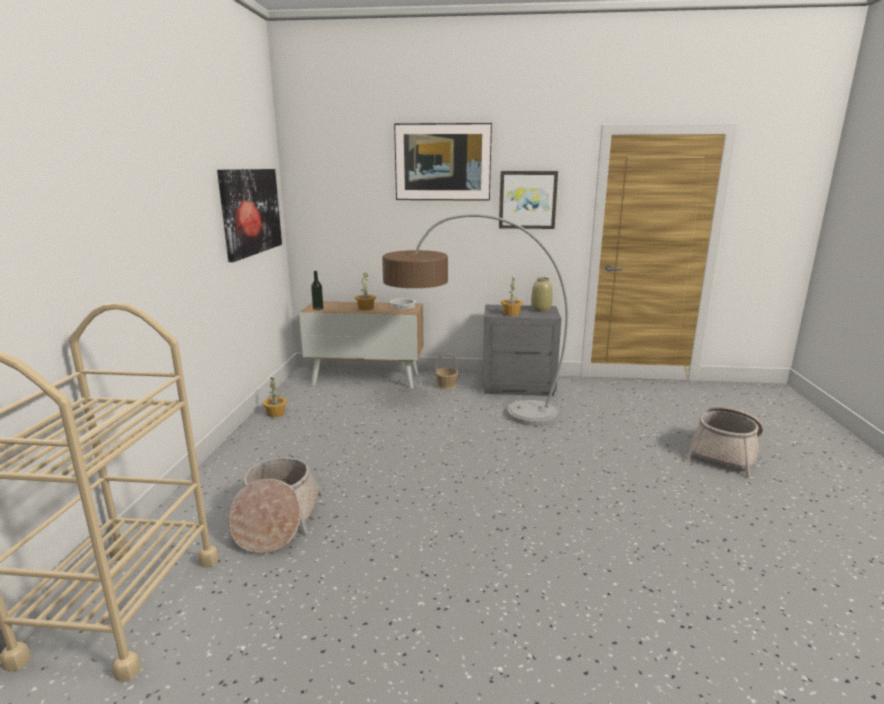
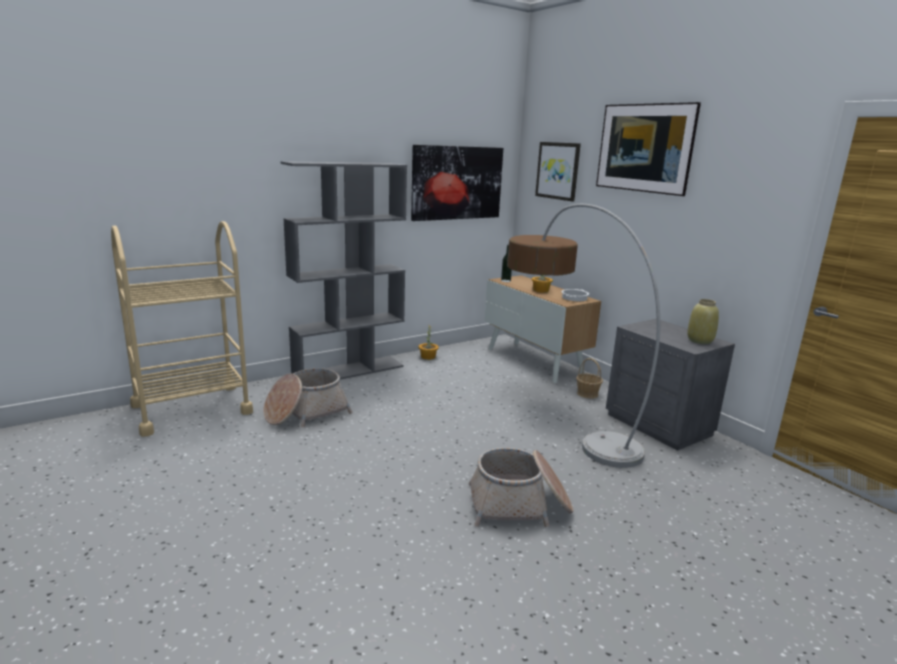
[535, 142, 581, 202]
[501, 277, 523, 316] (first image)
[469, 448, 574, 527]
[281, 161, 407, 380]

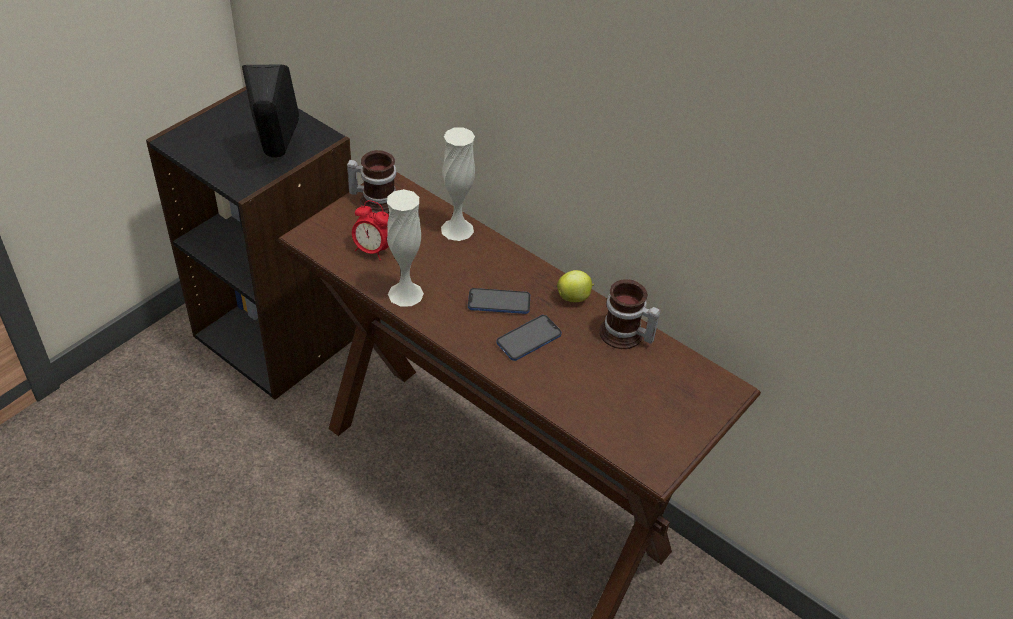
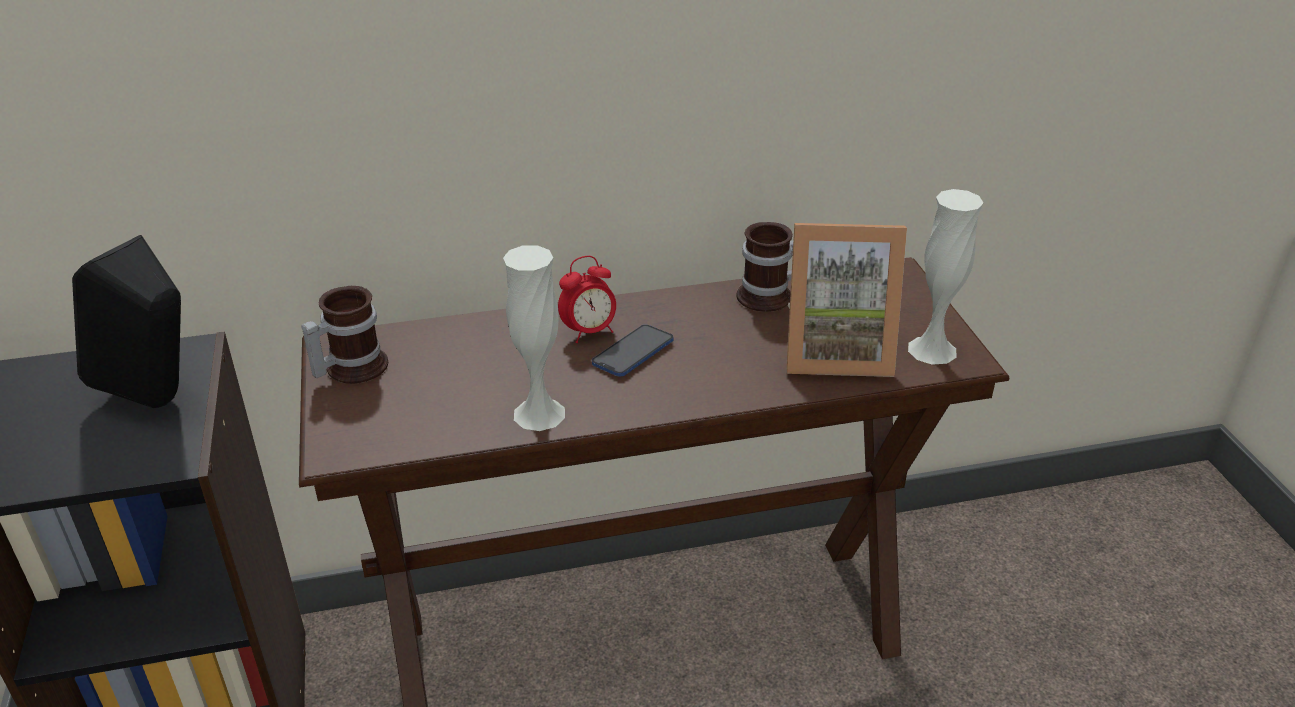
[558, 256, 616, 343]
[908, 189, 983, 365]
[496, 315, 562, 361] (first image)
[557, 270, 594, 302] (first image)
[786, 223, 907, 377]

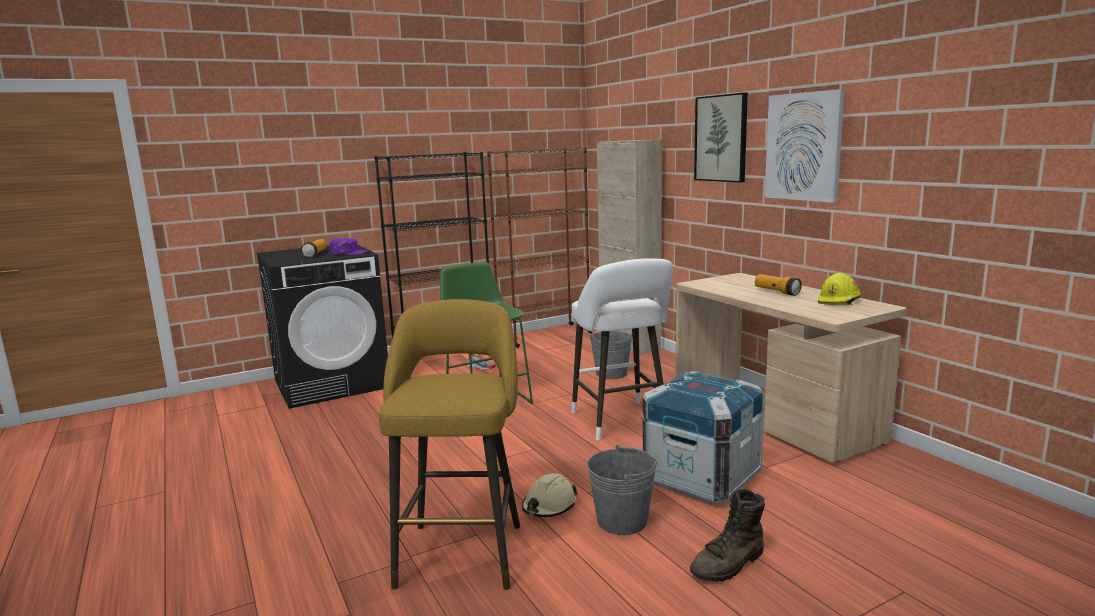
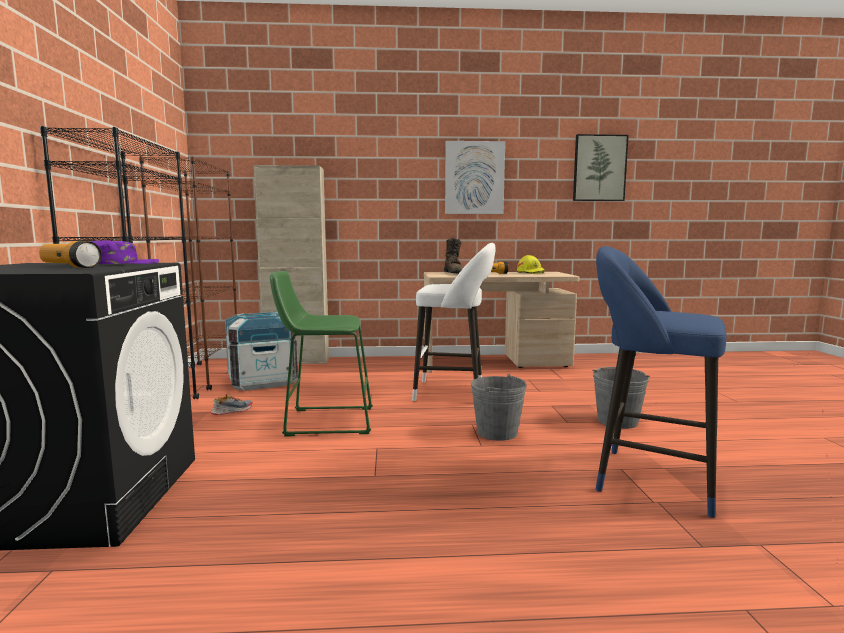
[595, 246, 726, 518]
[522, 473, 578, 517] (first image)
[471, 374, 527, 441]
[225, 312, 298, 391]
[444, 238, 464, 273]
[573, 134, 629, 201]

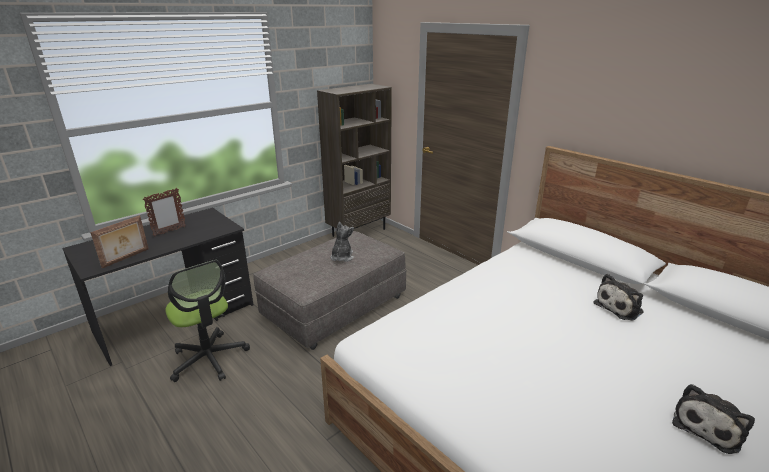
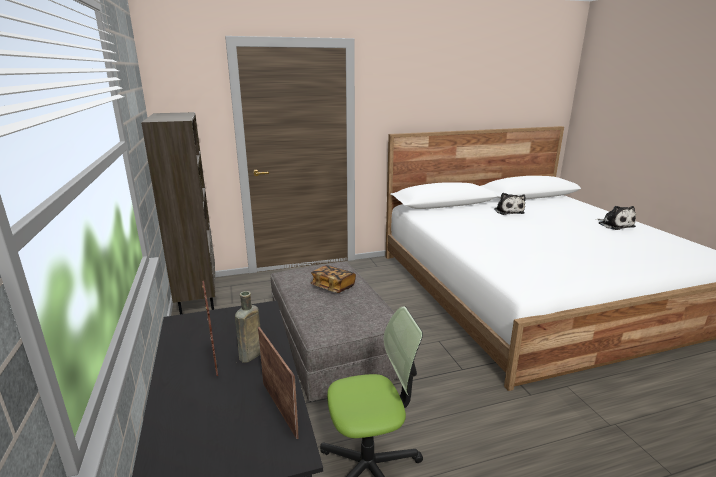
[311, 265, 356, 293]
[235, 291, 260, 362]

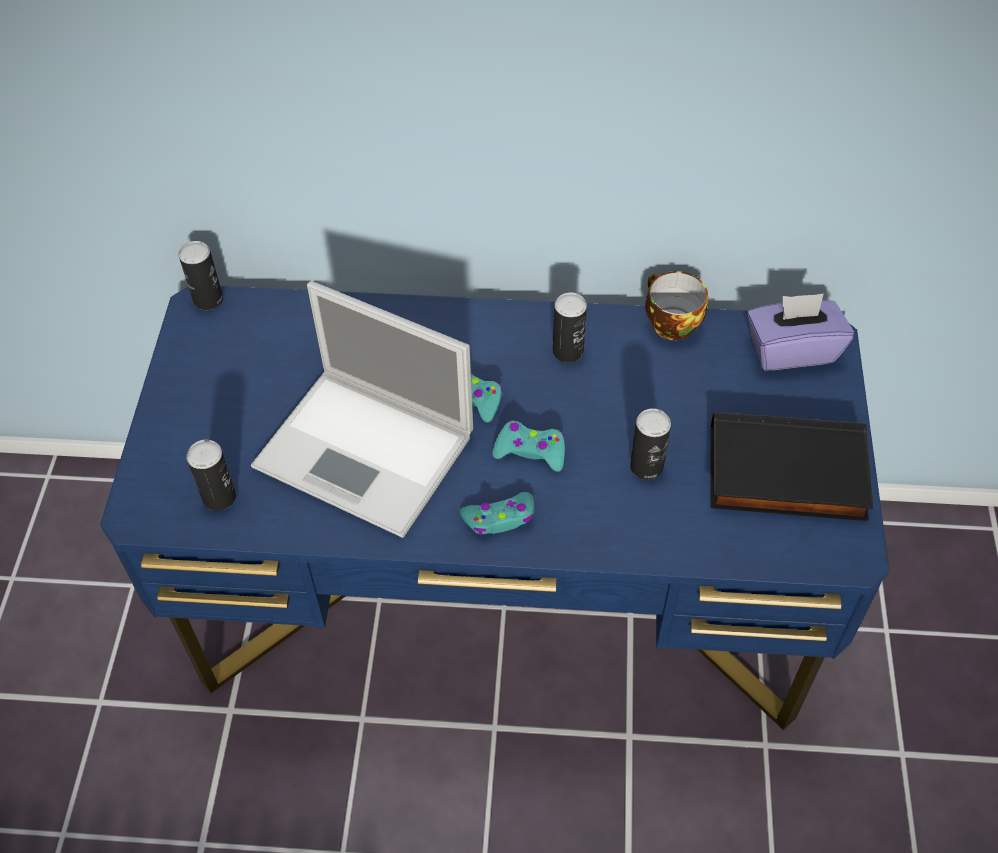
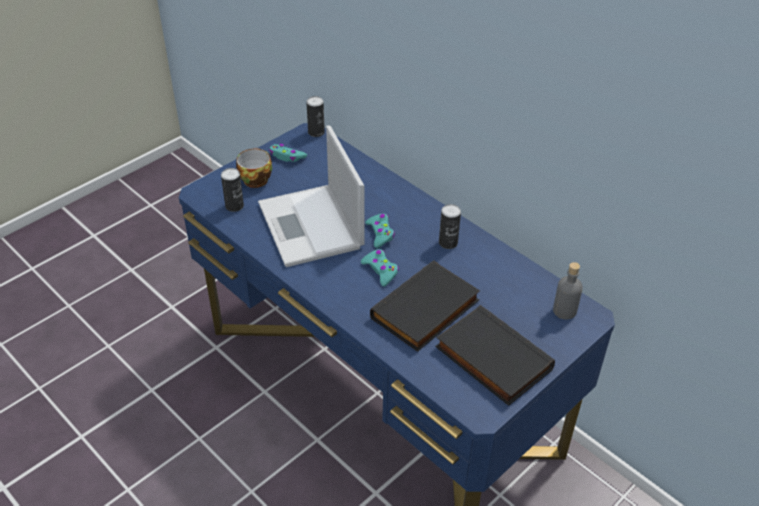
[269, 144, 307, 162]
[370, 260, 480, 352]
[236, 148, 272, 188]
[553, 262, 583, 319]

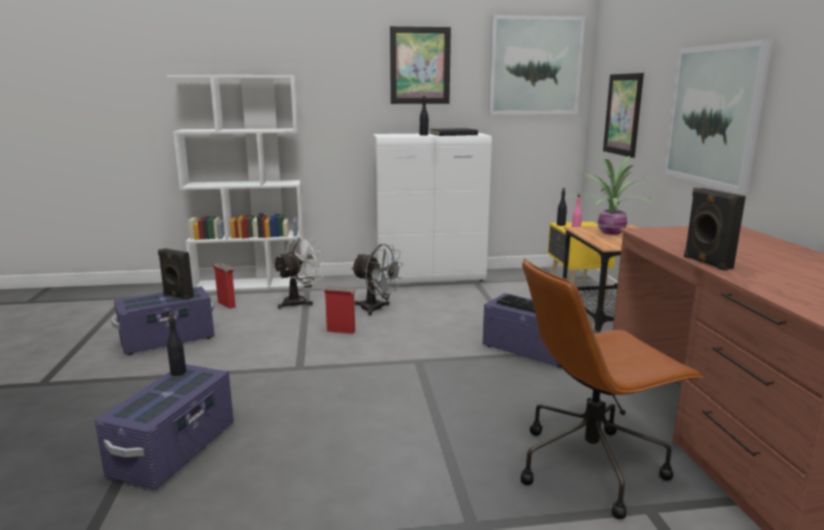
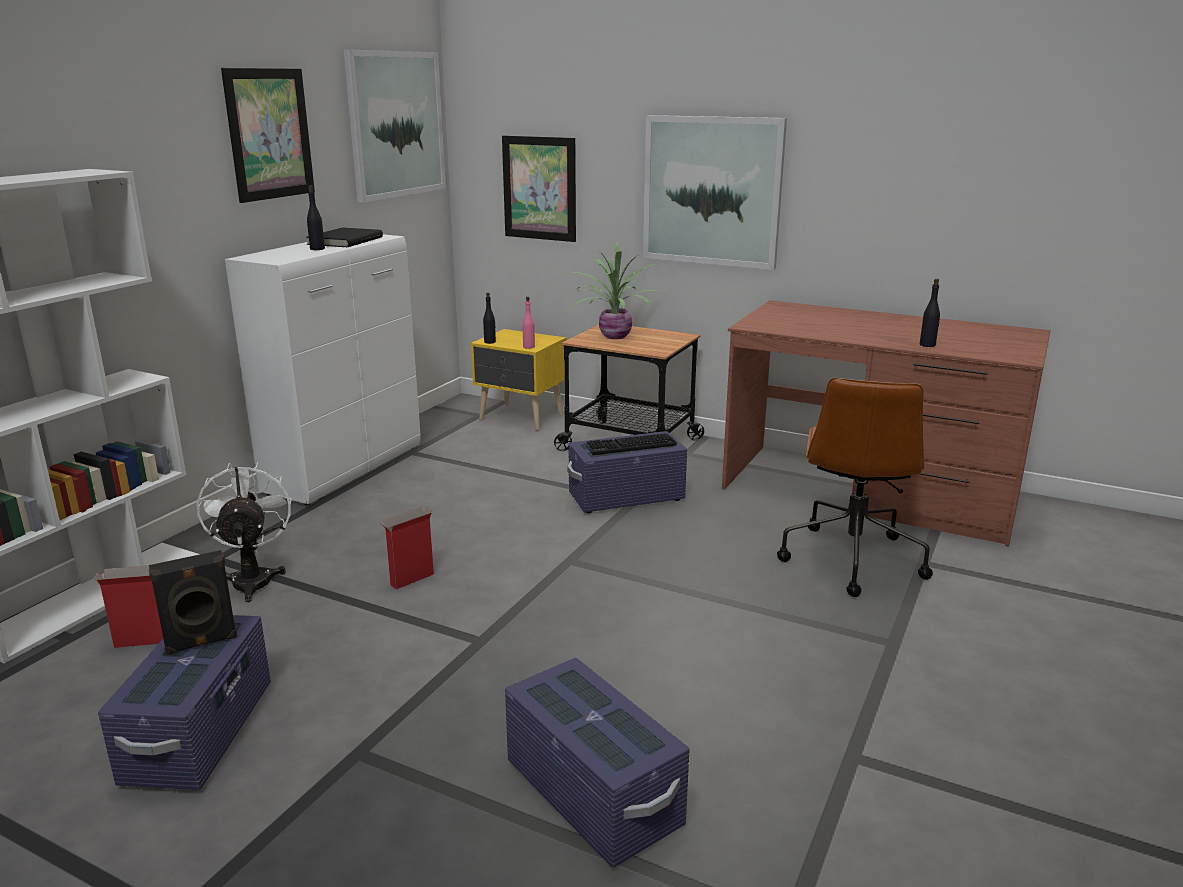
[920, 279, 940, 347]
[351, 244, 403, 316] (first image)
[684, 188, 746, 271] (first image)

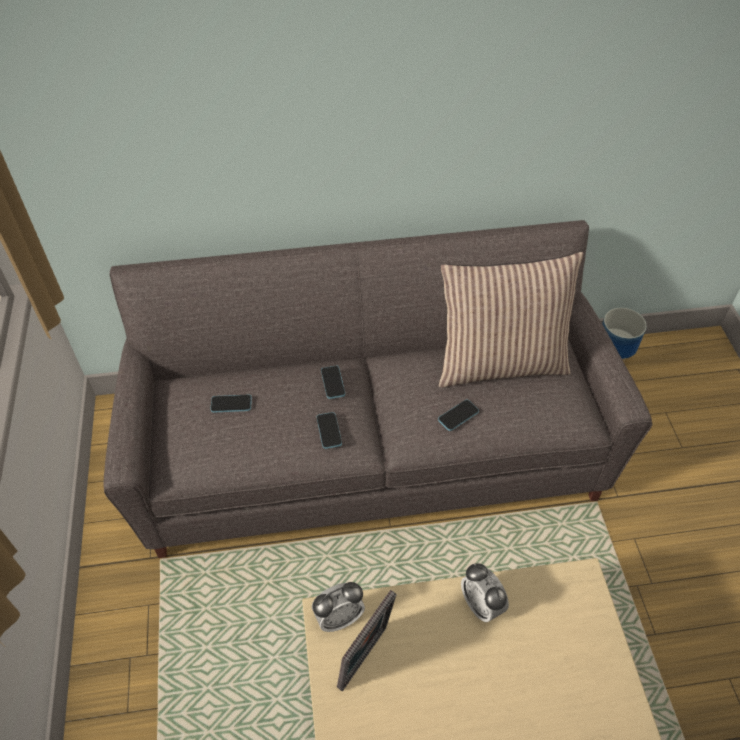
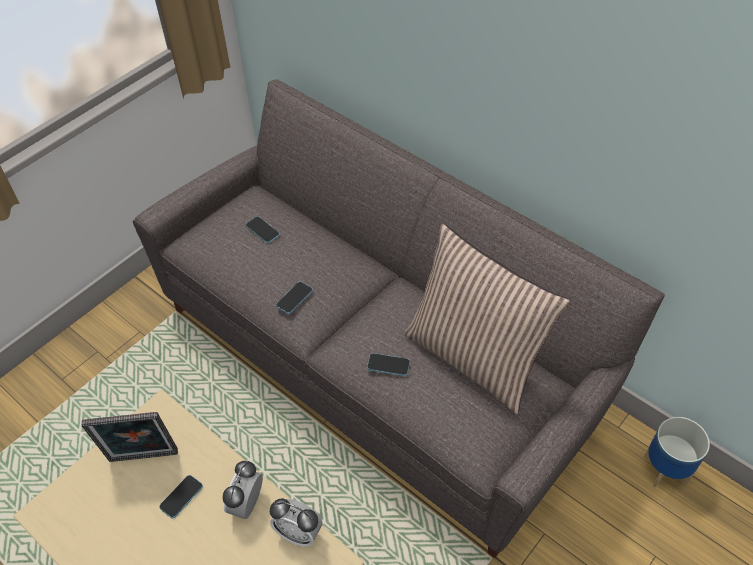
[270, 498, 323, 547]
[159, 475, 203, 519]

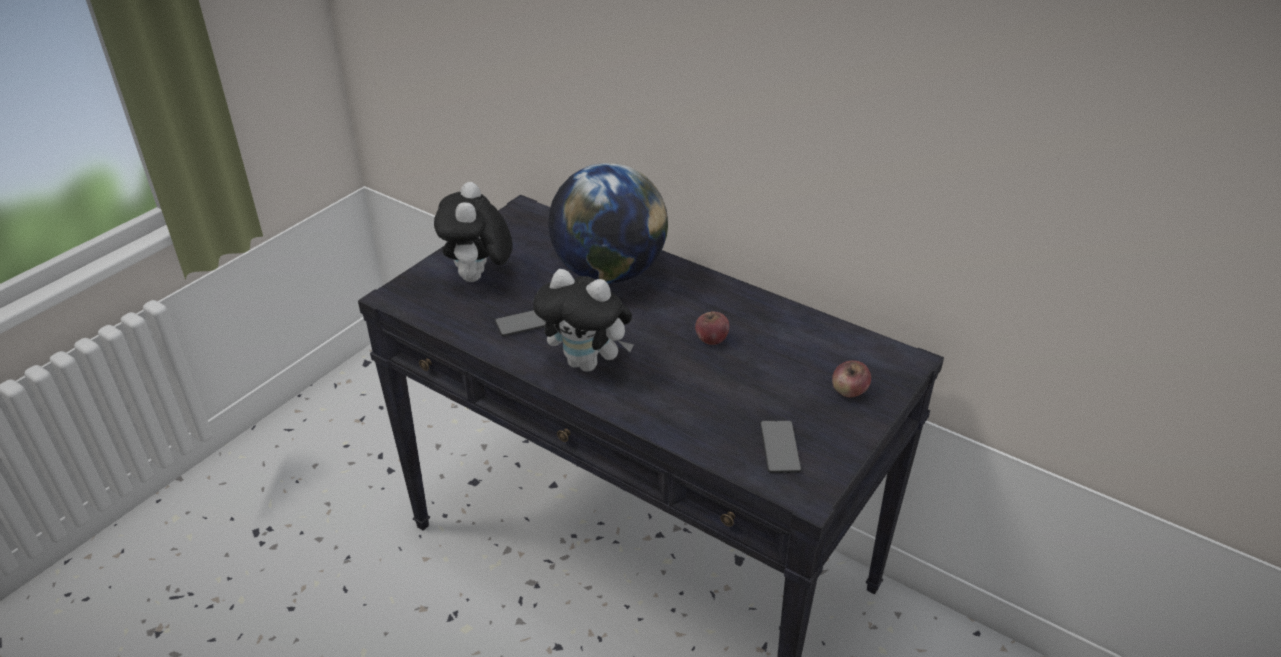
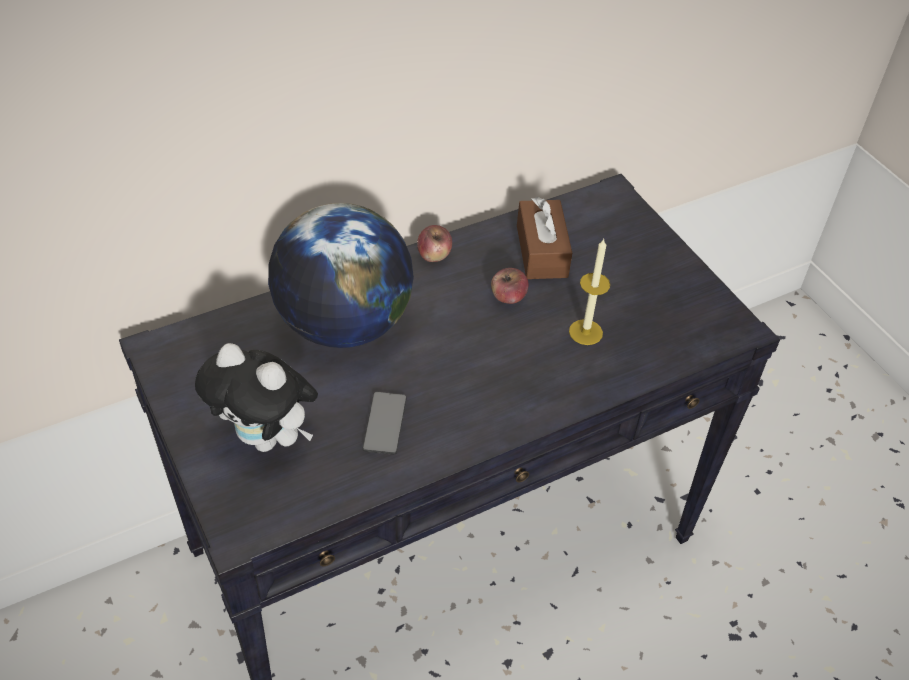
[533, 269, 634, 372] (first image)
[760, 421, 801, 473] (first image)
[417, 225, 452, 262]
[517, 197, 572, 279]
[569, 238, 610, 345]

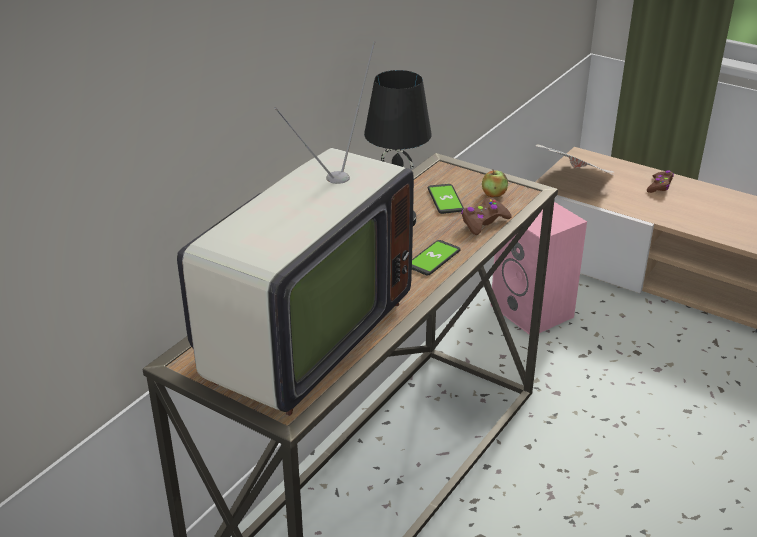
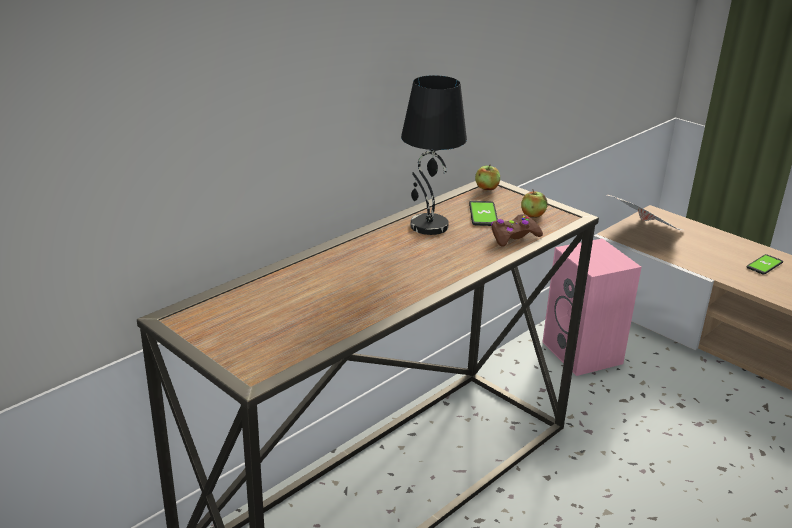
[177, 41, 414, 416] (first image)
[746, 254, 783, 275]
[647, 171, 674, 193] (first image)
[475, 165, 500, 190]

